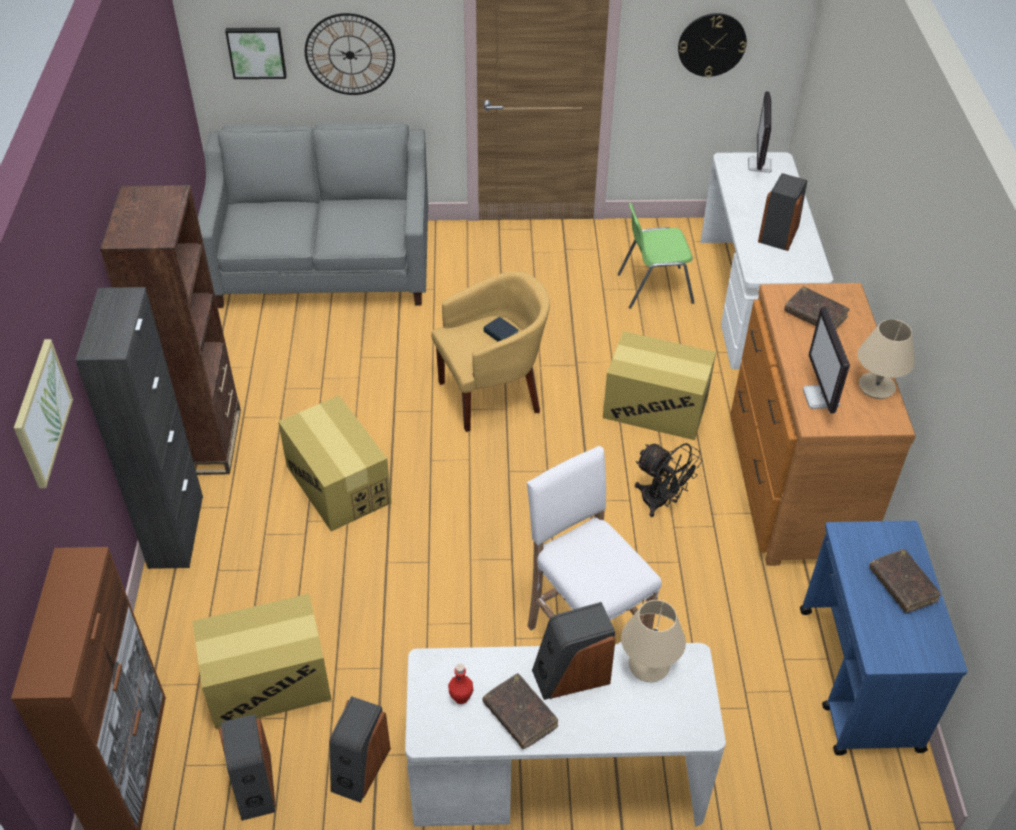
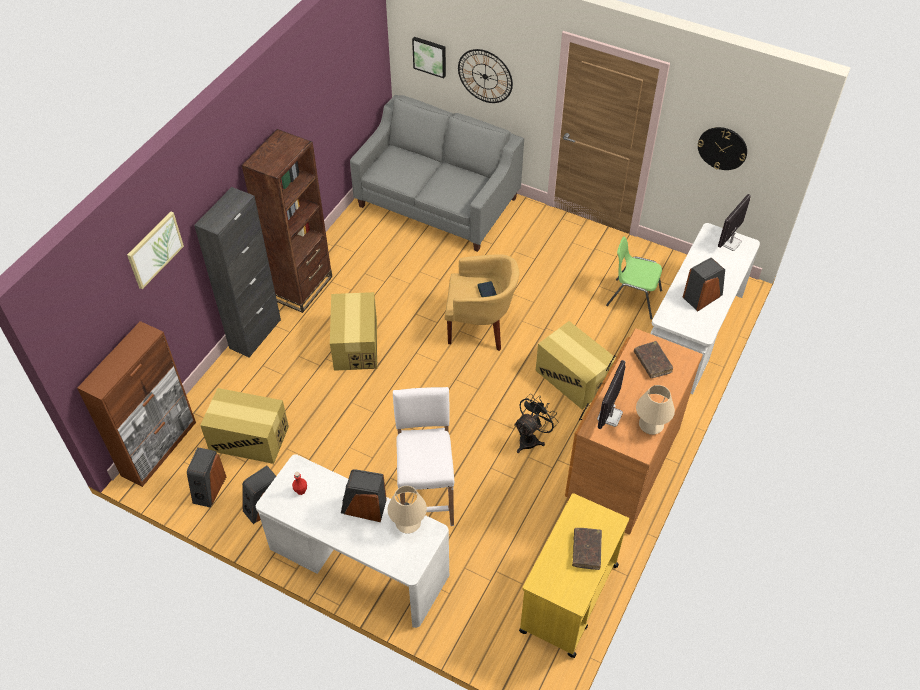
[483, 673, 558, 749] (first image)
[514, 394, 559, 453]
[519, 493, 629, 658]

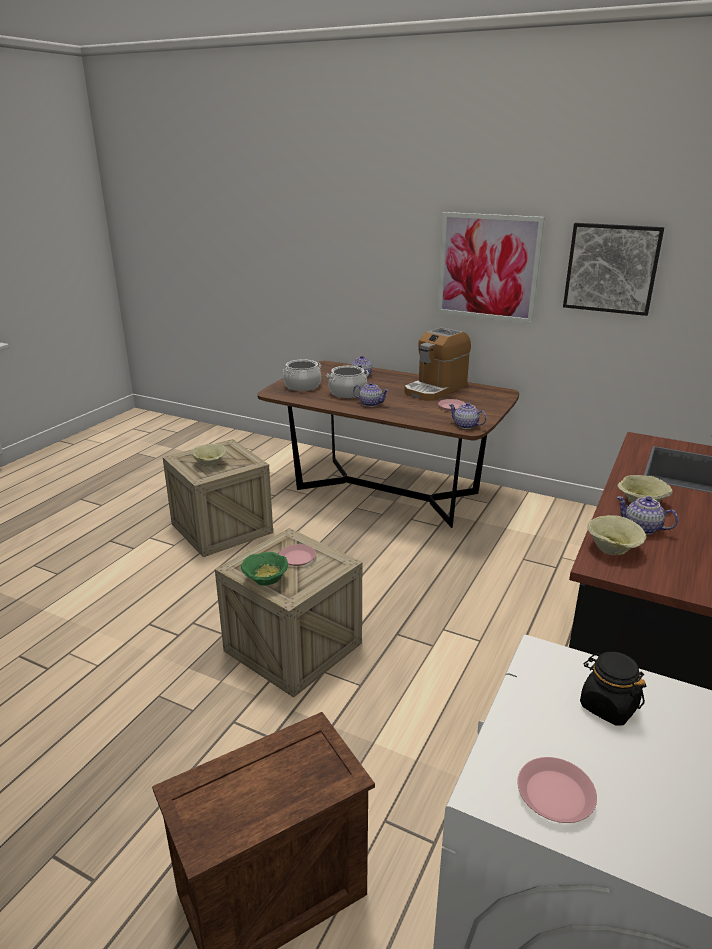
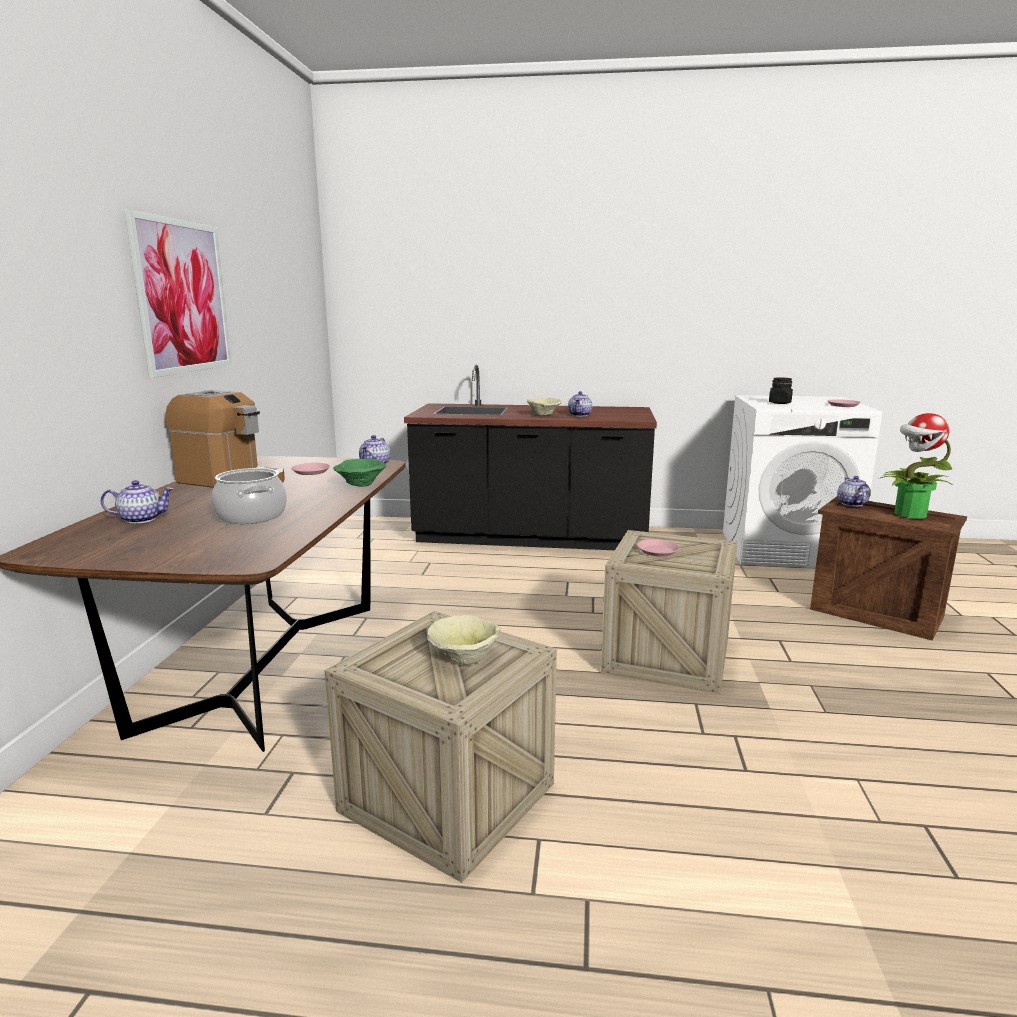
[333, 458, 386, 487]
[283, 360, 321, 391] (first image)
[837, 476, 871, 507]
[563, 223, 664, 316] (first image)
[587, 515, 647, 555] (first image)
[881, 413, 953, 519]

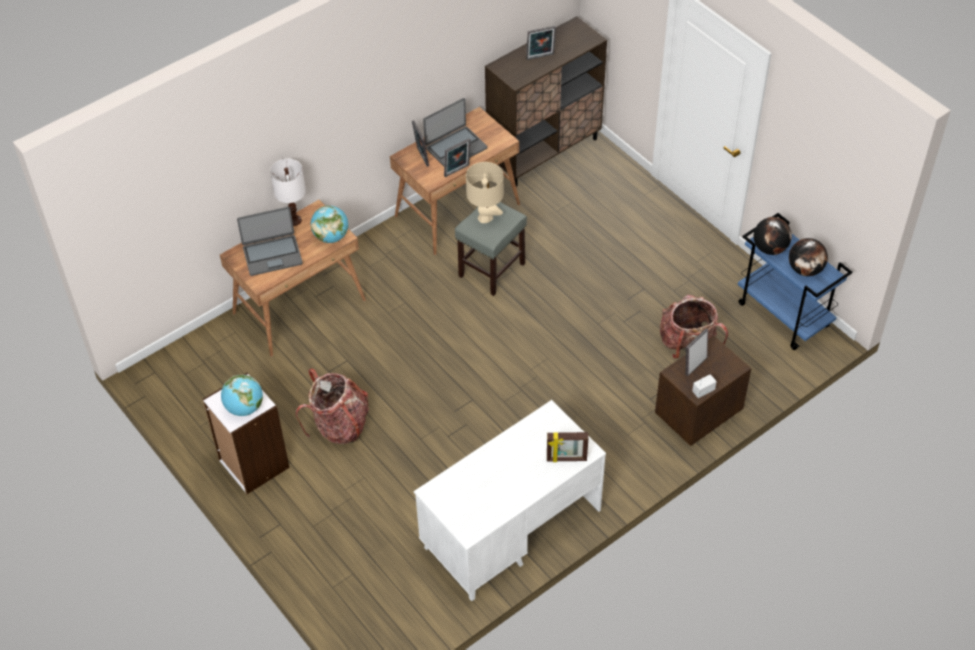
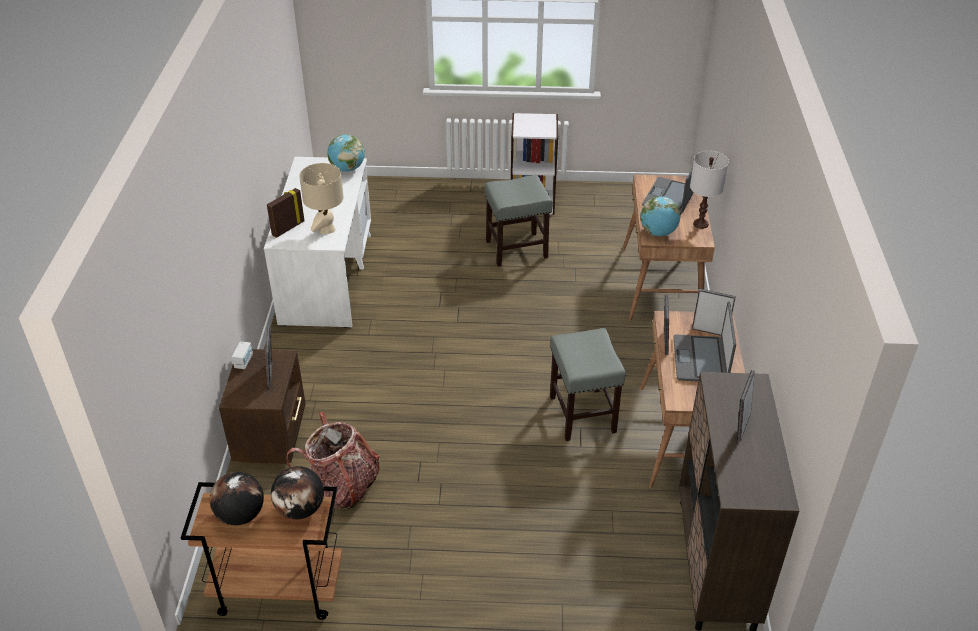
[328, 134, 365, 172]
[485, 175, 553, 266]
[299, 163, 344, 234]
[181, 482, 342, 620]

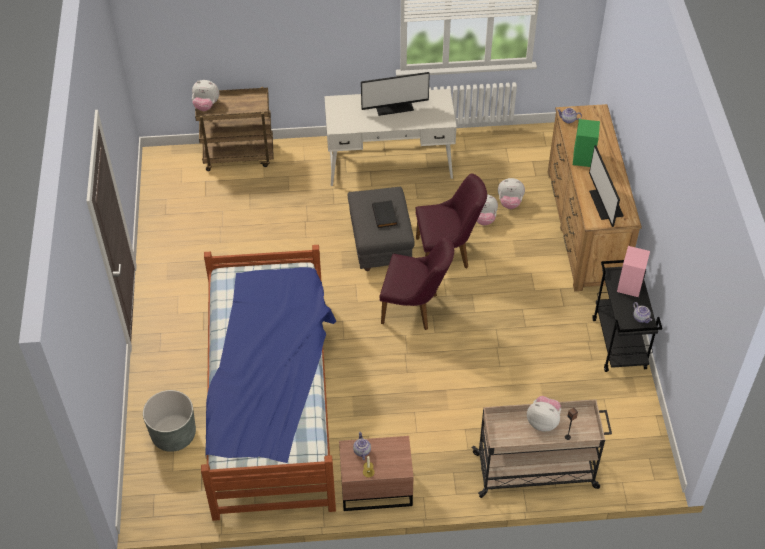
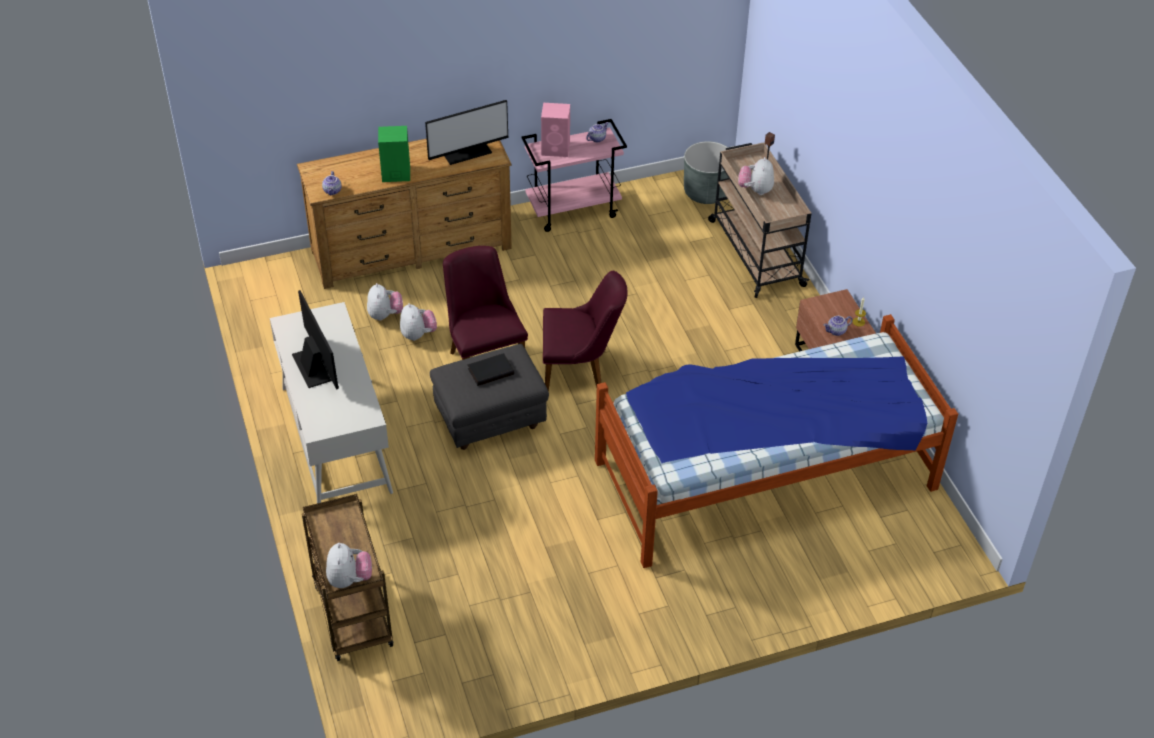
[684, 141, 728, 204]
[543, 271, 628, 392]
[521, 119, 627, 232]

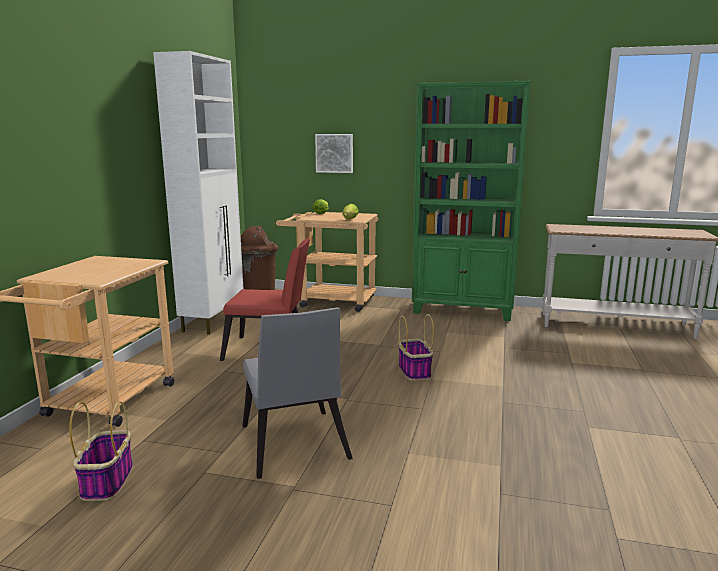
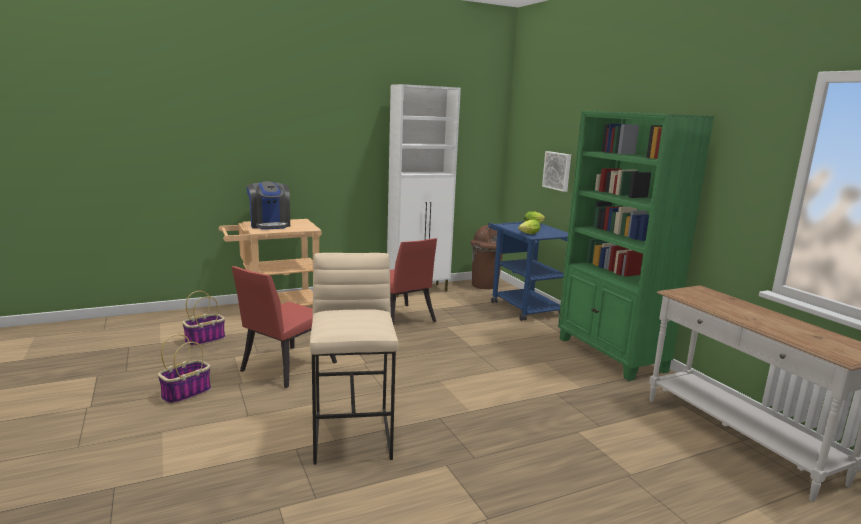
[232, 266, 337, 388]
[488, 221, 568, 321]
[158, 334, 211, 405]
[246, 181, 290, 230]
[310, 253, 398, 465]

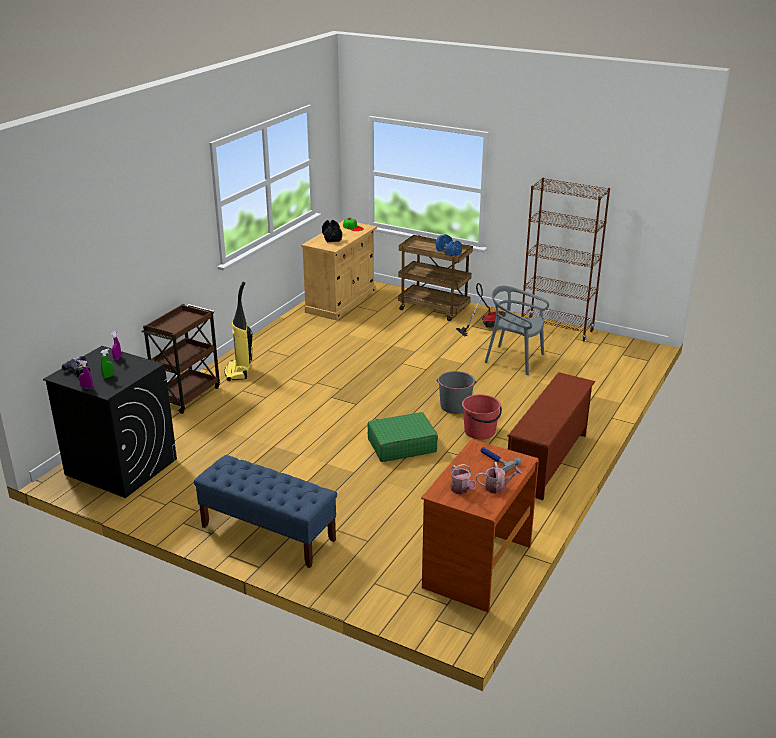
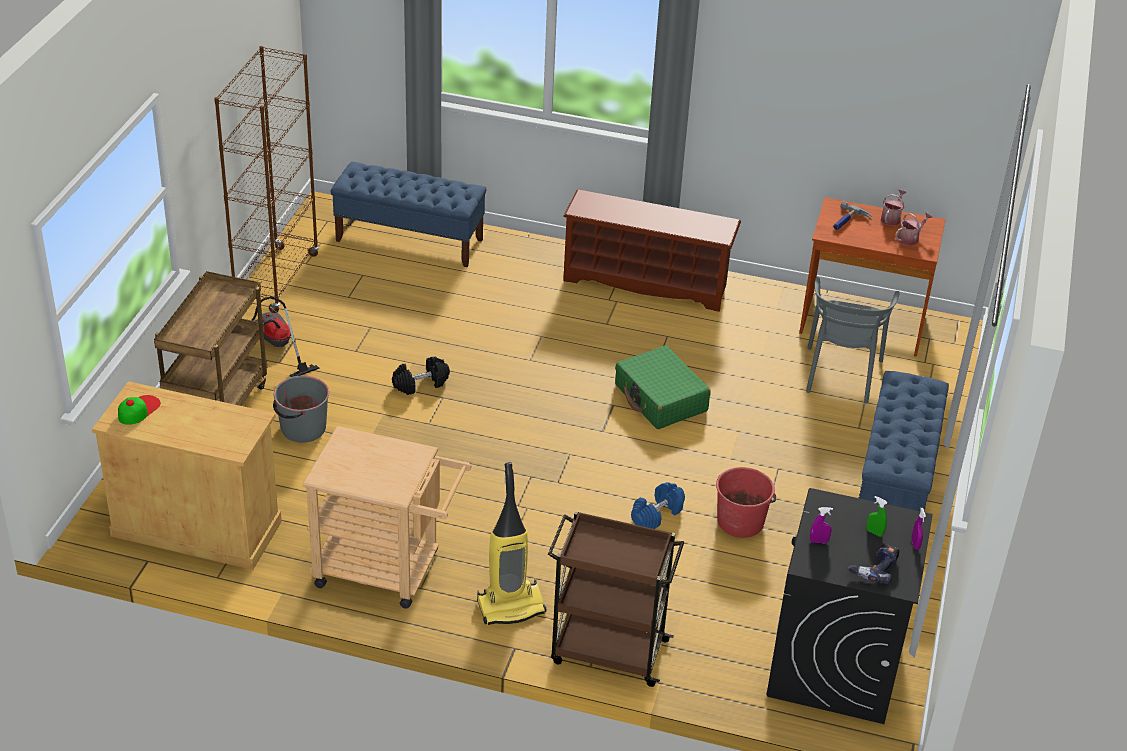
[392, 357, 450, 395]
[631, 482, 685, 529]
[273, 375, 329, 443]
[716, 467, 776, 538]
[881, 189, 907, 226]
[806, 277, 900, 403]
[302, 426, 472, 609]
[331, 162, 487, 267]

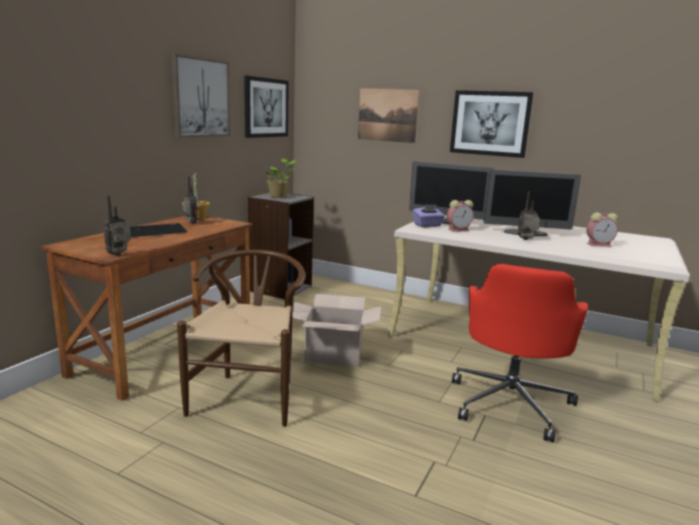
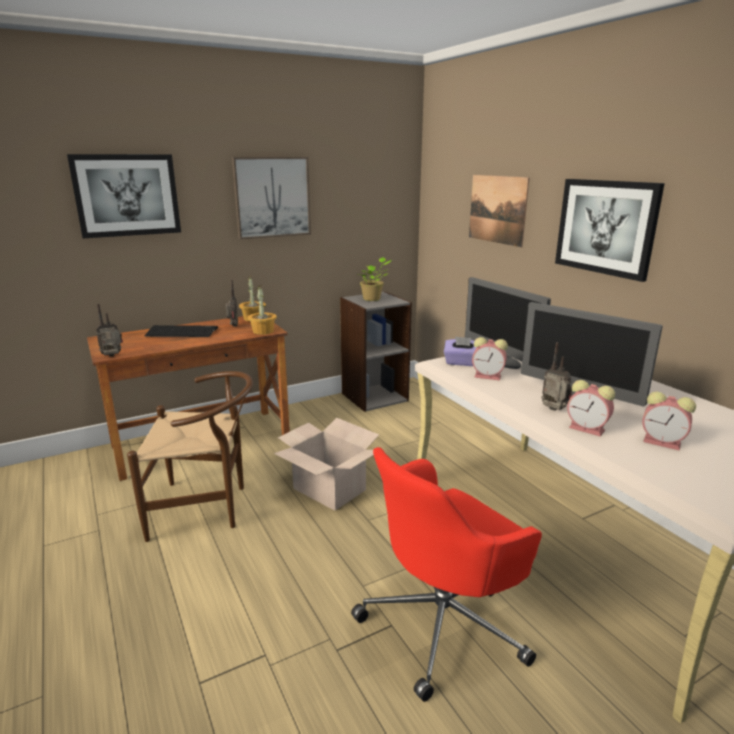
[127, 371, 253, 542]
[67, 154, 181, 238]
[248, 285, 277, 335]
[567, 380, 615, 437]

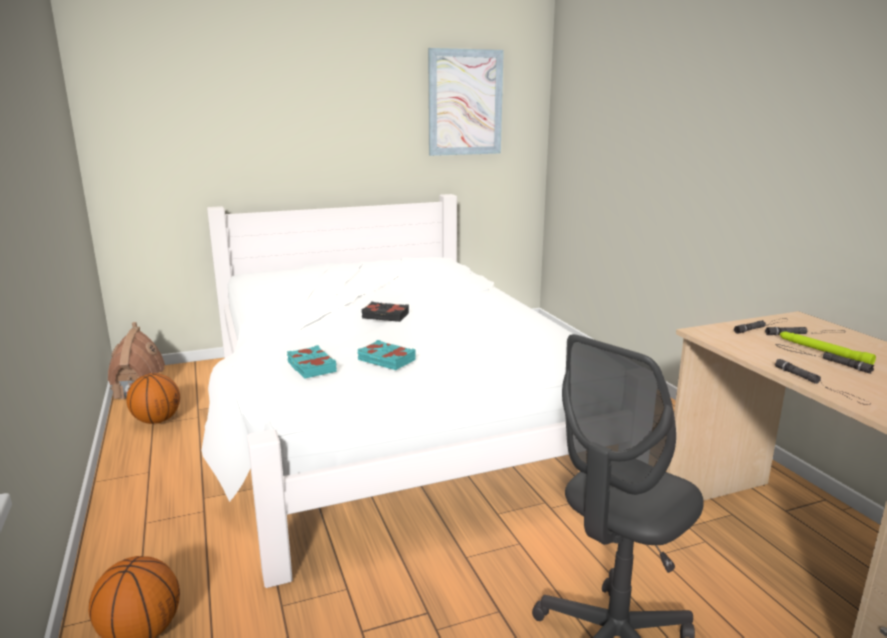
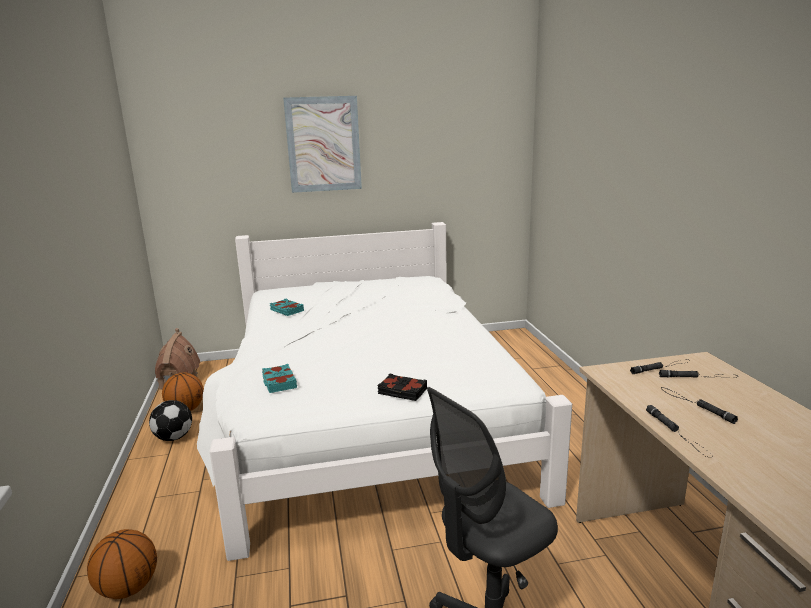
[270, 299, 304, 316]
[378, 374, 427, 401]
[283, 96, 362, 193]
[780, 331, 876, 365] (first image)
[149, 400, 192, 441]

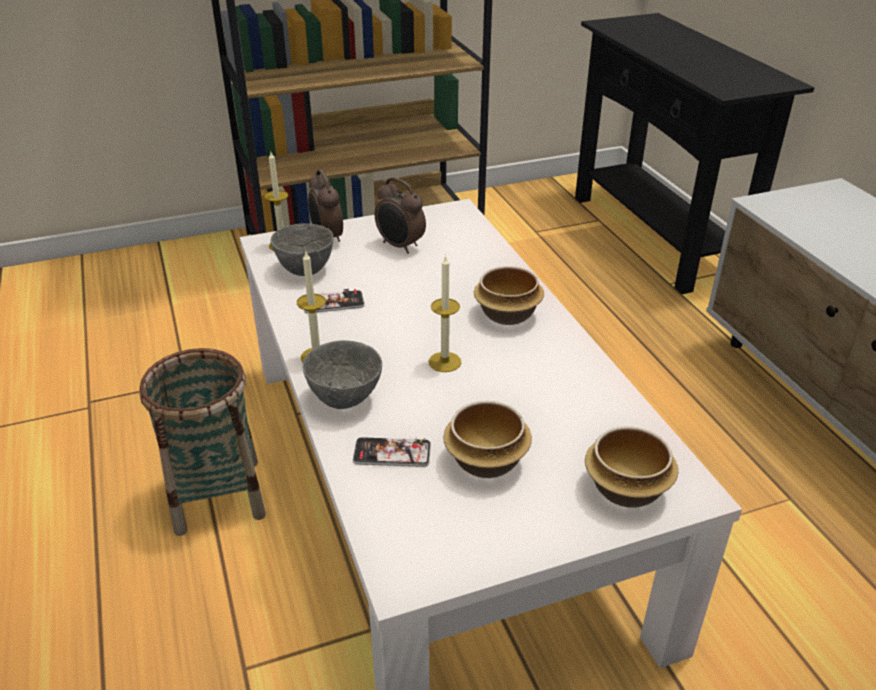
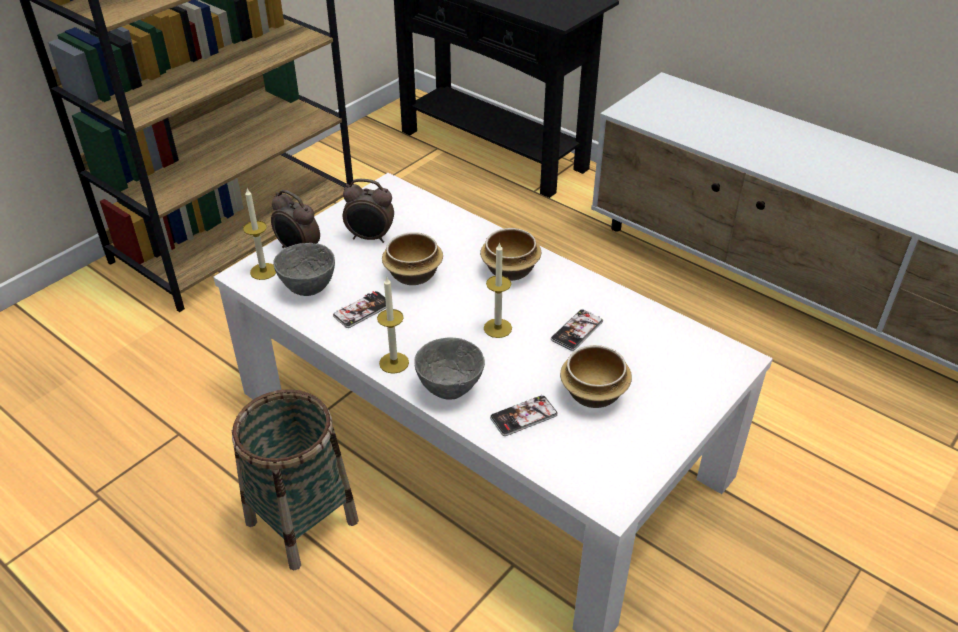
[382, 232, 443, 285]
[551, 309, 603, 351]

